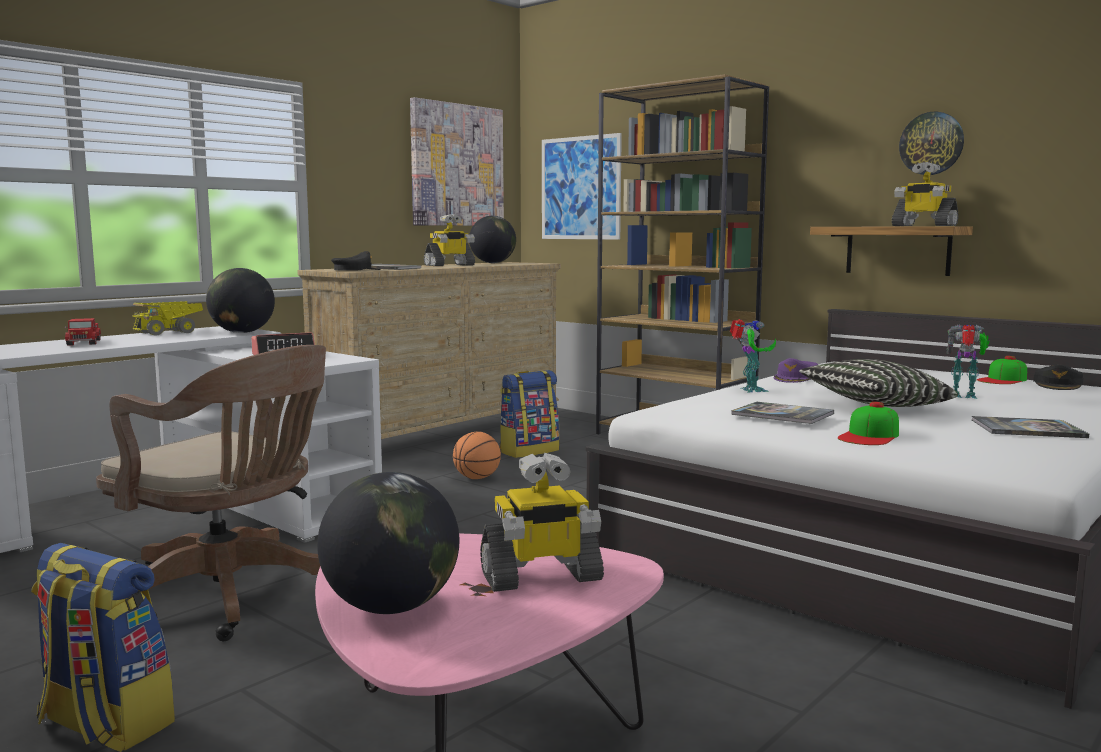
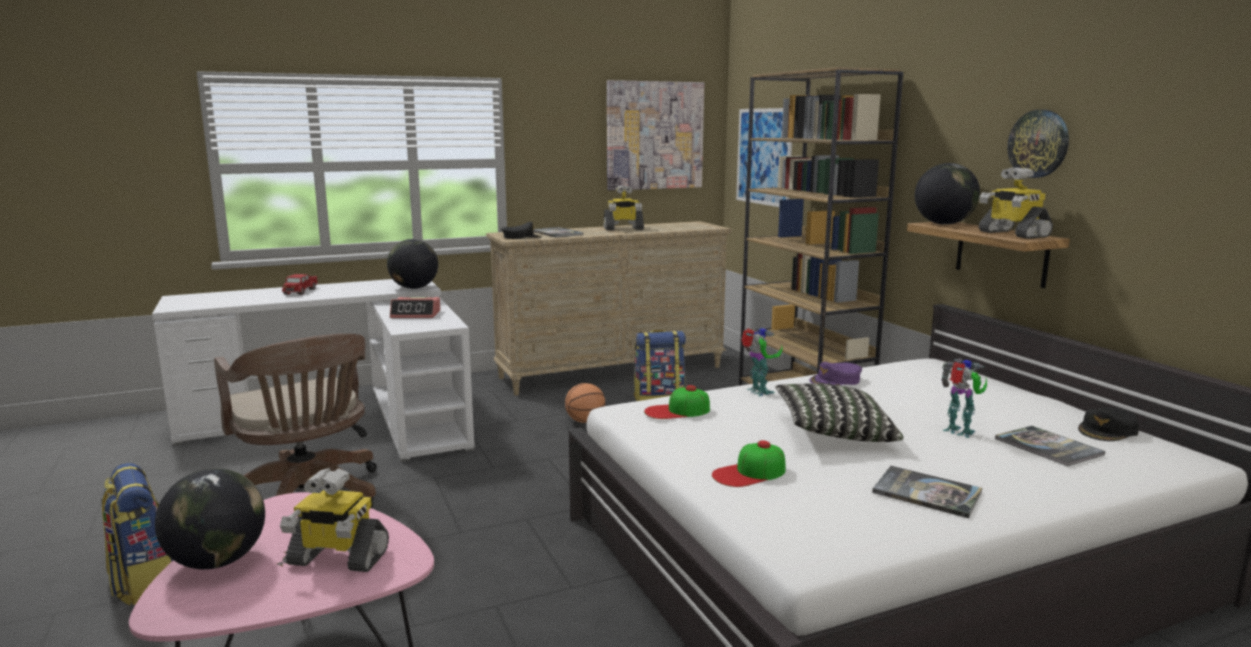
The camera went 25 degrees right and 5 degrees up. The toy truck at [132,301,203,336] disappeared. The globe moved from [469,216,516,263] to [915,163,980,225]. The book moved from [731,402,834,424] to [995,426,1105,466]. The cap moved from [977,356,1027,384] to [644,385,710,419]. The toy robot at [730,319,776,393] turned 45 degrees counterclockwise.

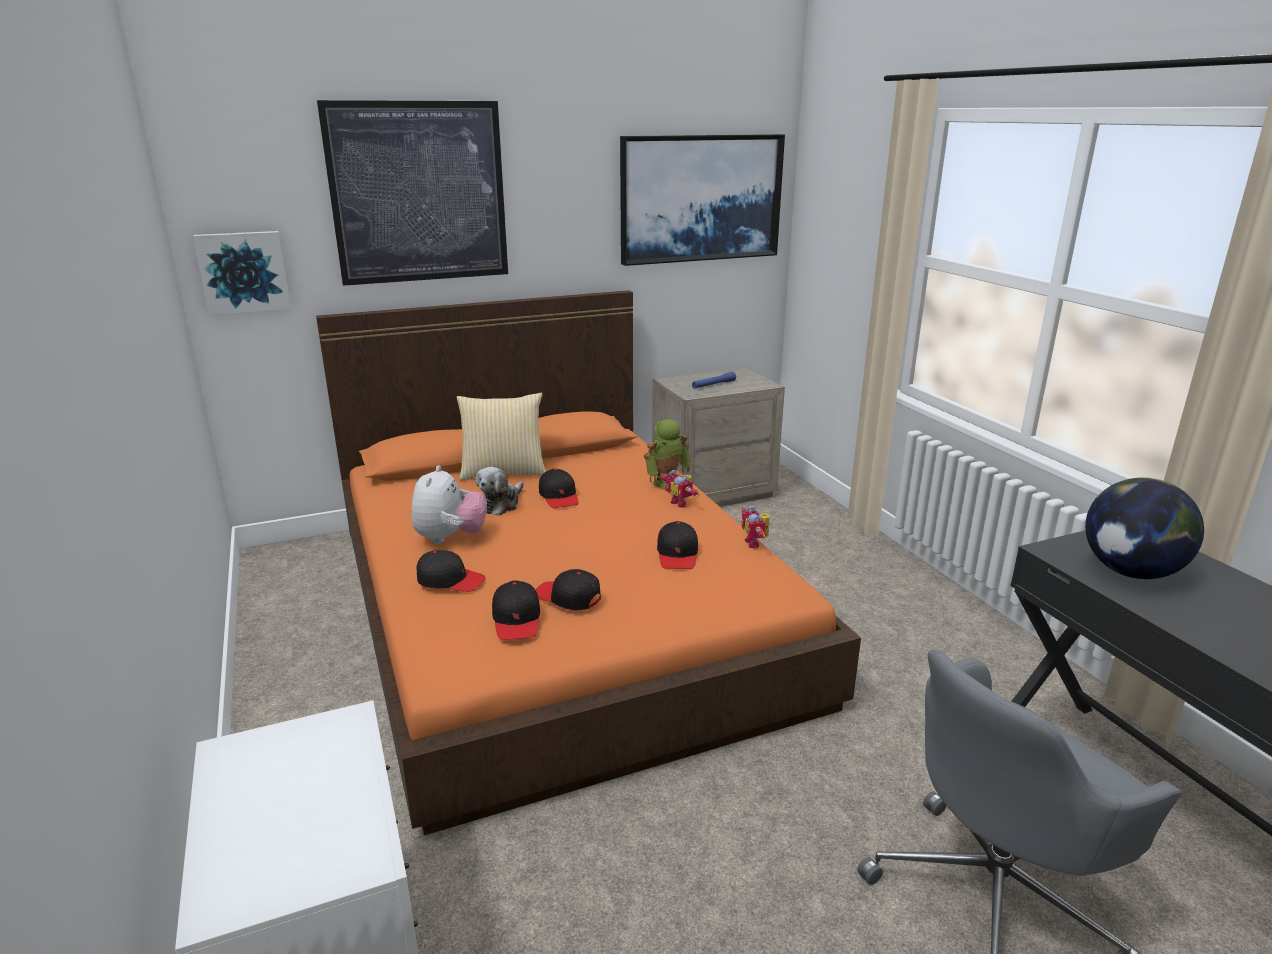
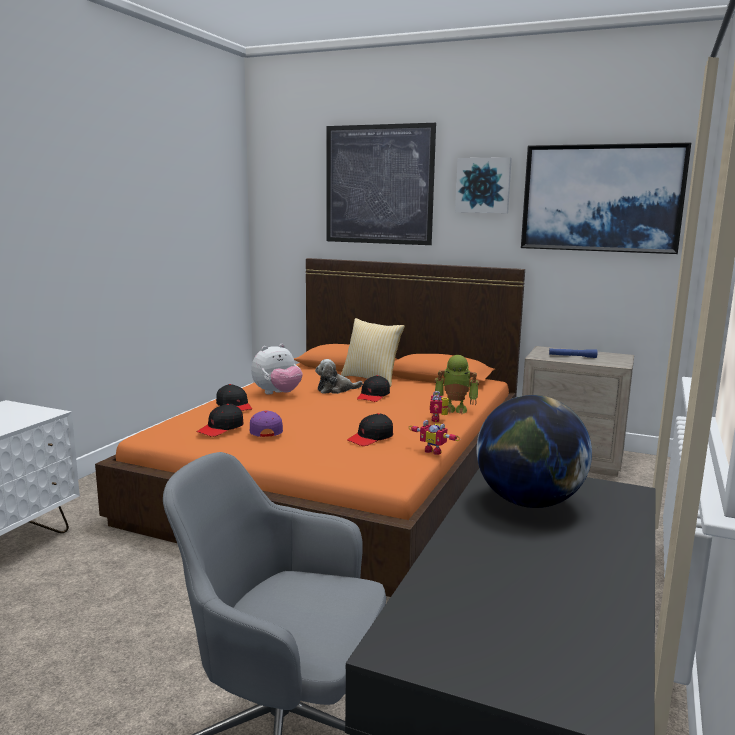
The camera went 45 degrees right and 10 degrees down. The picture moved from [193,231,291,315] to [455,157,512,213]. The black cap at [536,569,601,610] became the purple cap at [250,411,283,437]. The toy robot at [742,506,770,548] turned 90 degrees counterclockwise.

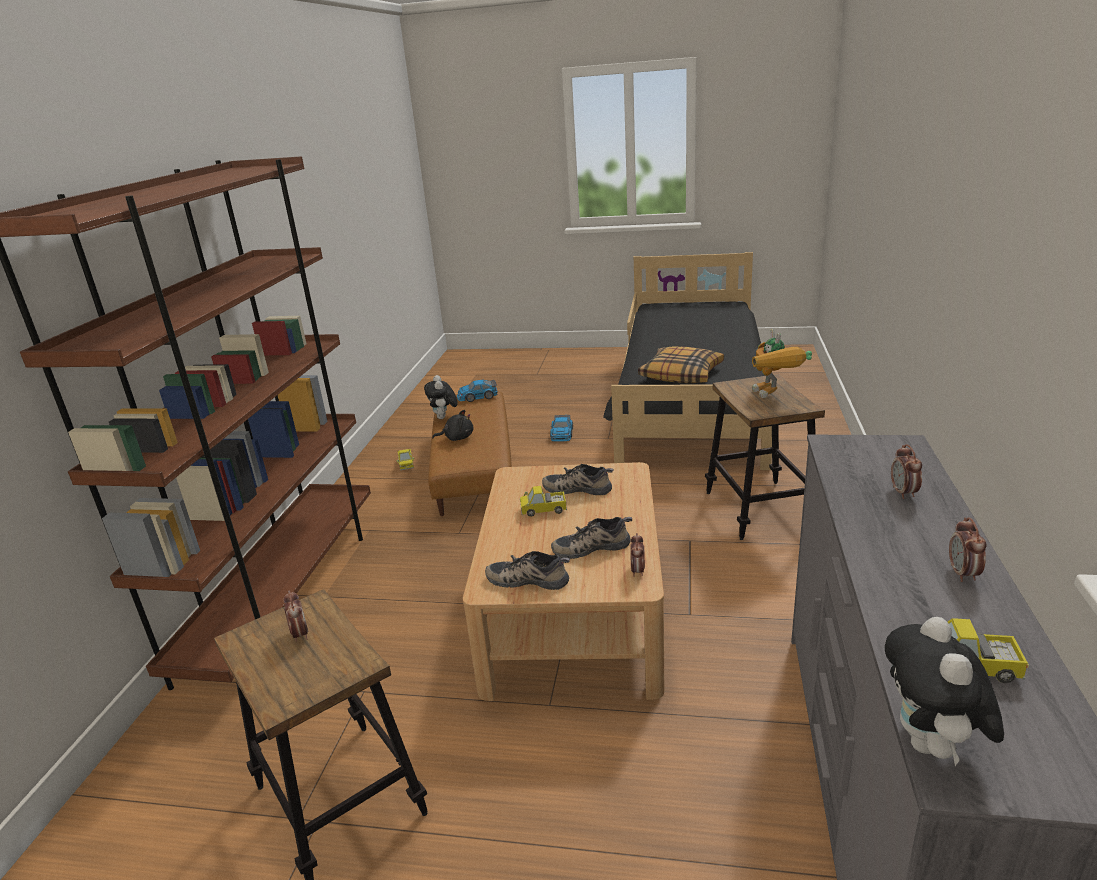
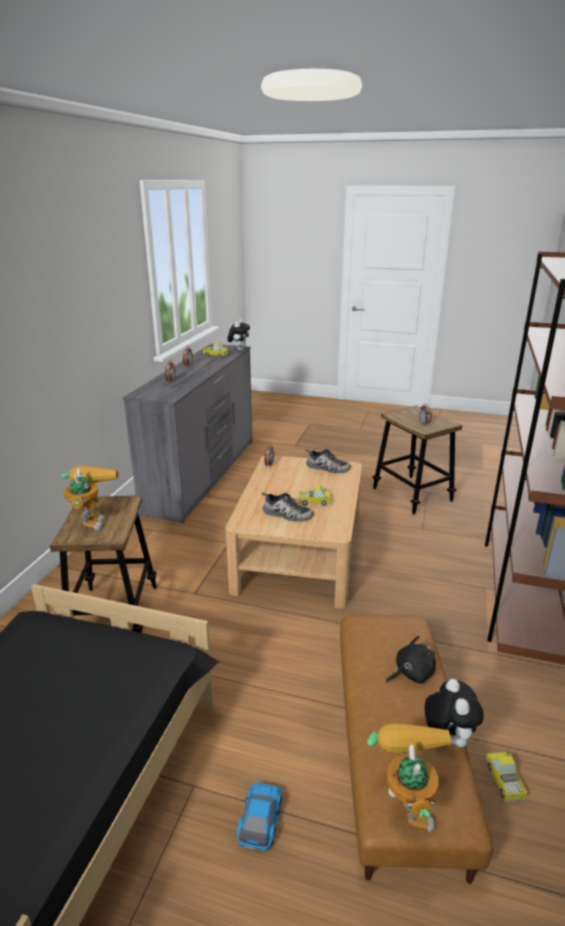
The camera went 175 degrees left and 0 degrees up. The shoe at [551,517,632,559] disappeared. The pillow at [638,346,724,383] disappeared. The toy car at [457,380,497,402] was replaced by the toy robot at [367,723,451,832]. The black plush toy at [432,410,473,441] turned 150 degrees clockwise.

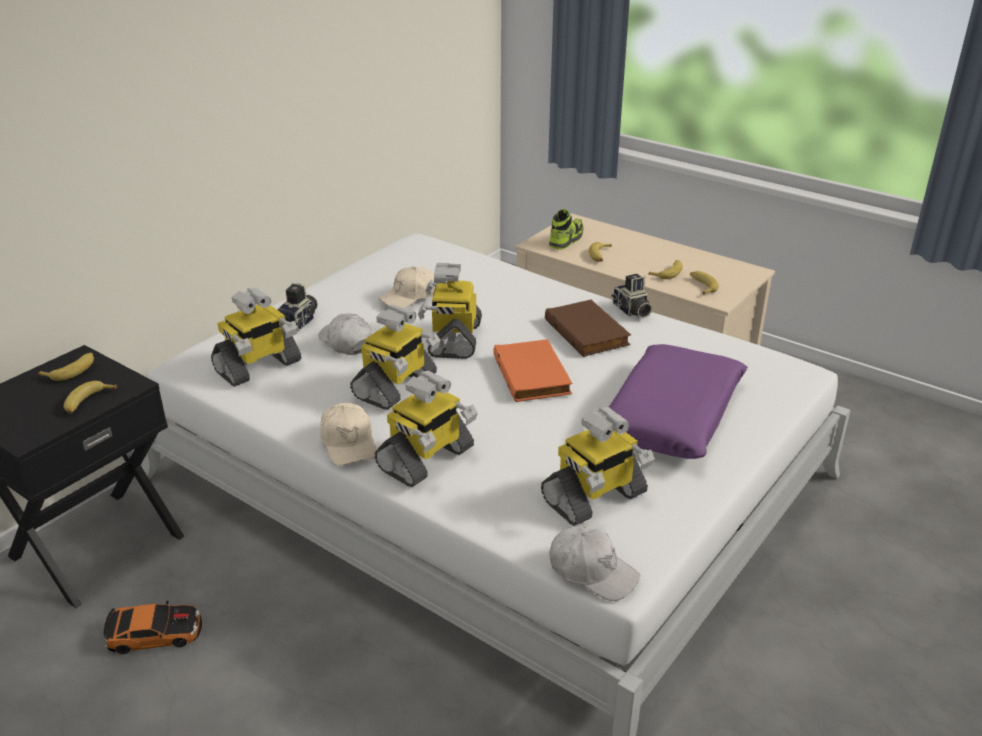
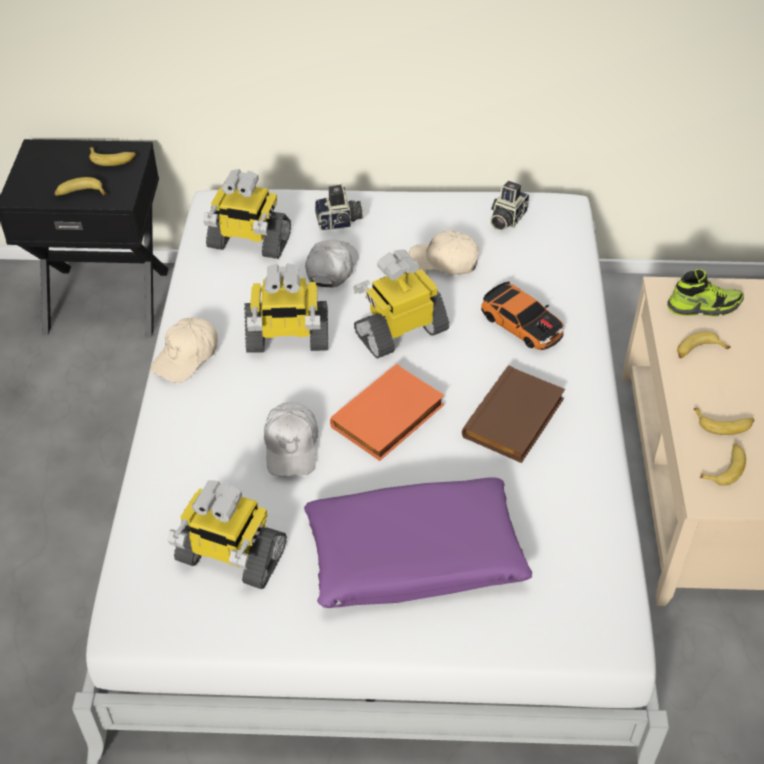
The camera went 55 degrees right and 15 degrees up. The toy robot at [375,371,478,487] disappeared. The toy car moved from [104,600,202,654] to [481,282,564,350]. The white cap moved from [549,526,640,601] to [264,402,318,476]. The photo camera moved from [611,274,652,318] to [490,181,529,231].

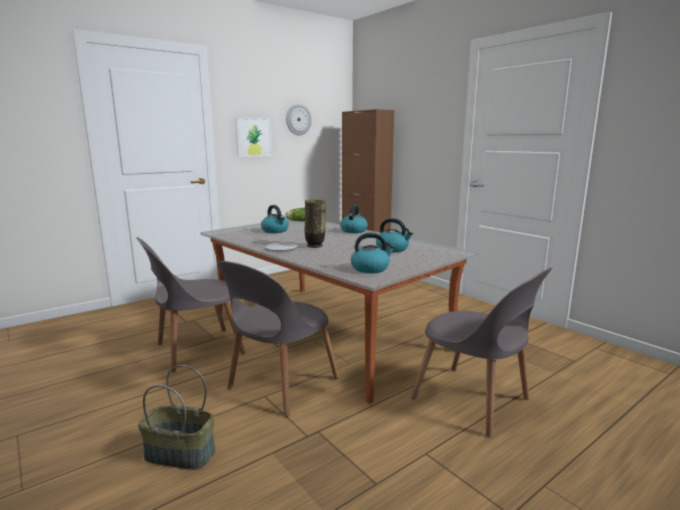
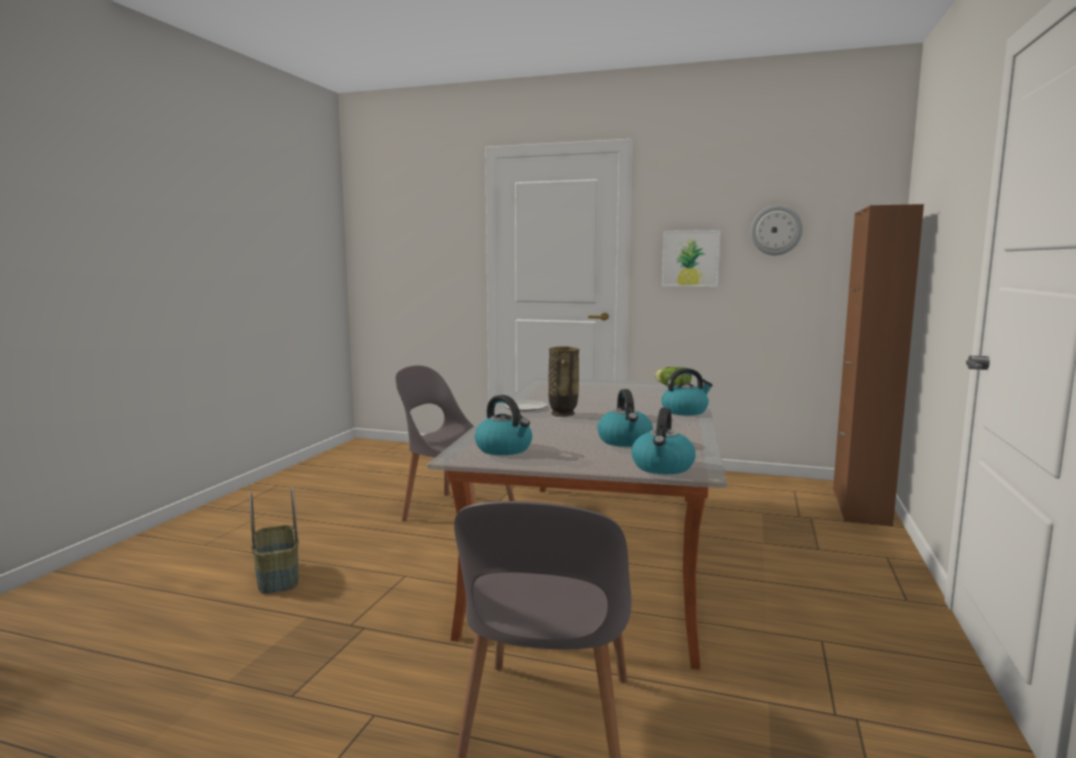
The camera went 55 degrees right and 5 degrees down. The grey chair at [218,261,339,417] disappeared. The kettle moved from [261,205,289,233] to [631,407,696,474].

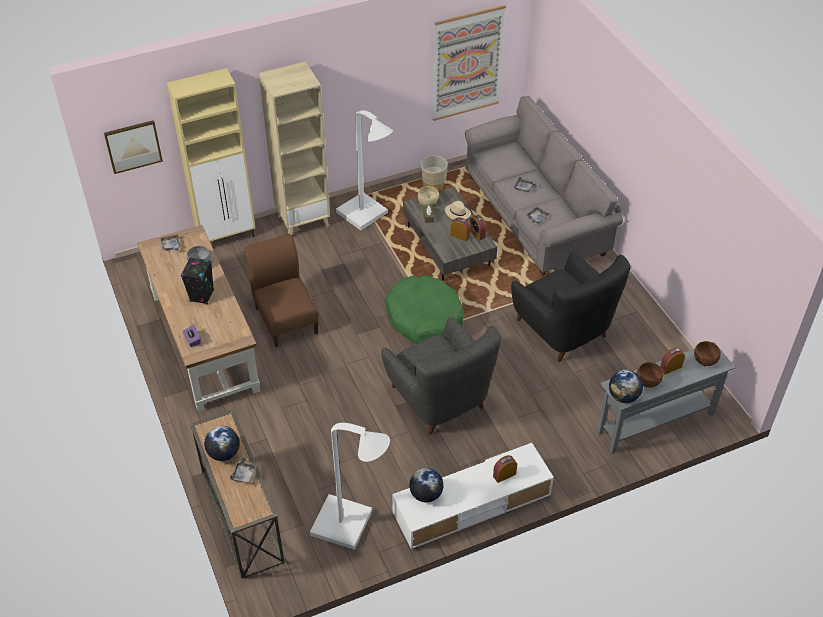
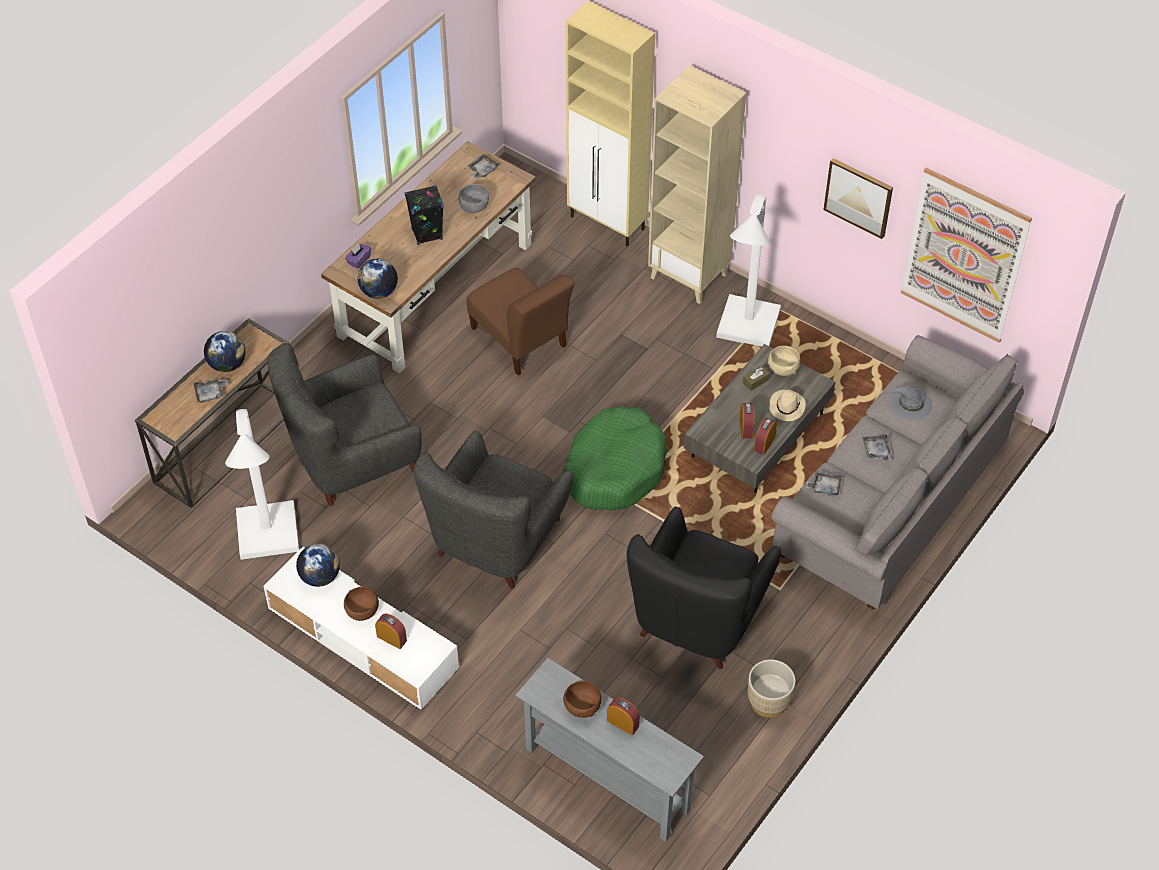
The camera went 60 degrees right and 5 degrees up. The grey armchair at [268,343,422,506] appeared. The grey hat at [883,386,932,420] appeared. The picture moved from [104,120,163,174] to [823,158,893,239]. The beige planter moved from [420,155,447,190] to [748,659,796,718]. The globe moved from [609,370,643,403] to [358,259,398,299]. The brown bowl moved from [694,341,721,367] to [344,587,379,621]. The brown chair at [244,234,319,347] turned 105 degrees clockwise.

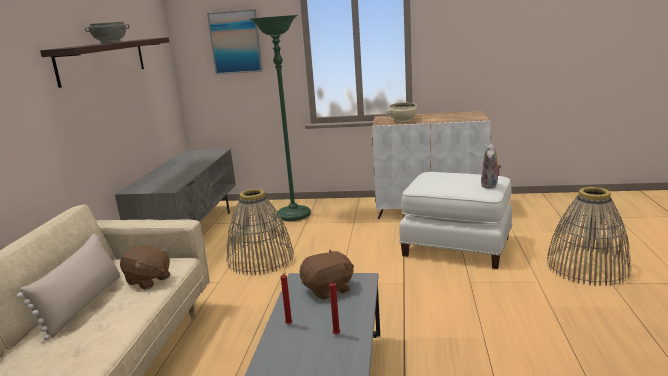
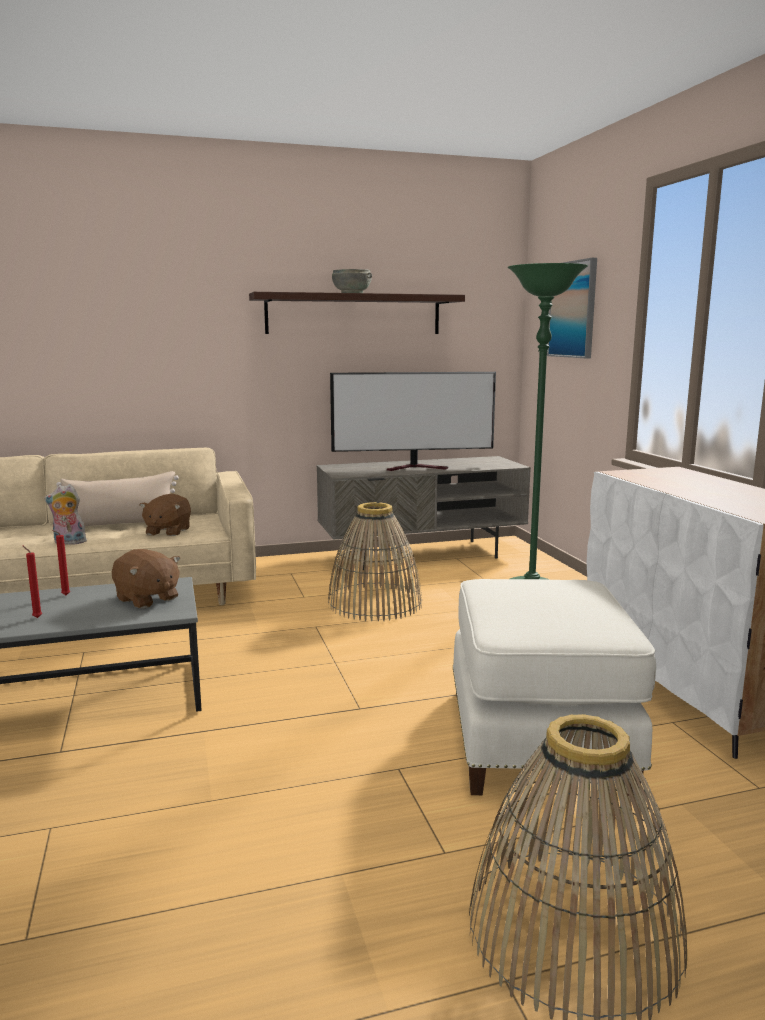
The camera went 65 degrees right and 5 degrees down. The beige bowl at [387,103,418,123] disappeared. The television at [330,372,496,471] appeared. The plush toy moved from [481,144,501,189] to [44,484,87,545].

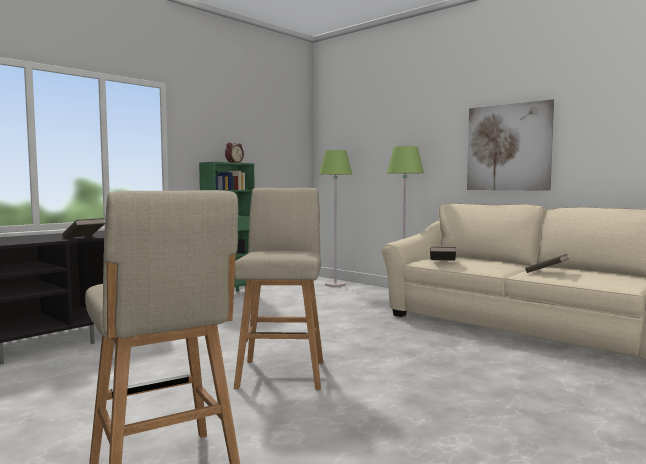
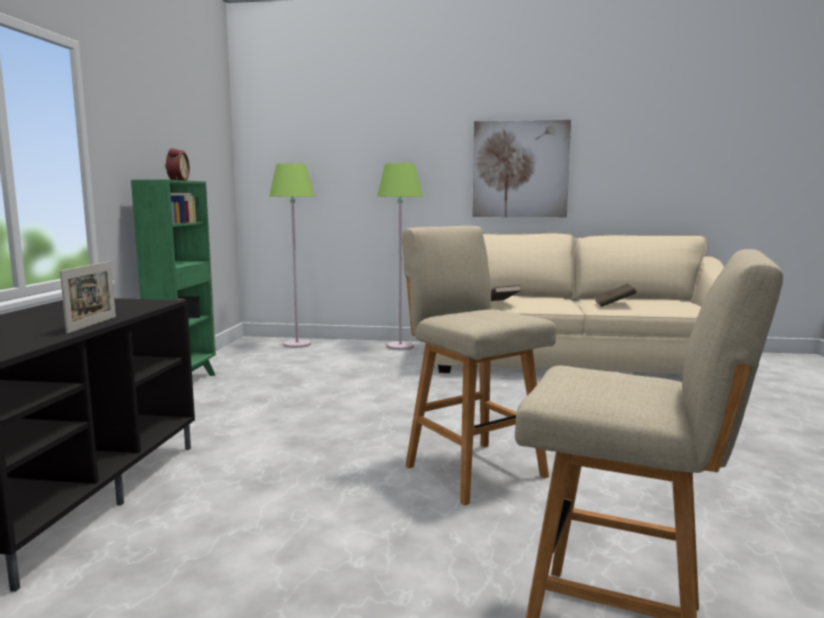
The camera went 35 degrees left and 5 degrees up. The brown book at [62,218,105,238] was replaced by the picture frame at [60,261,116,334].

